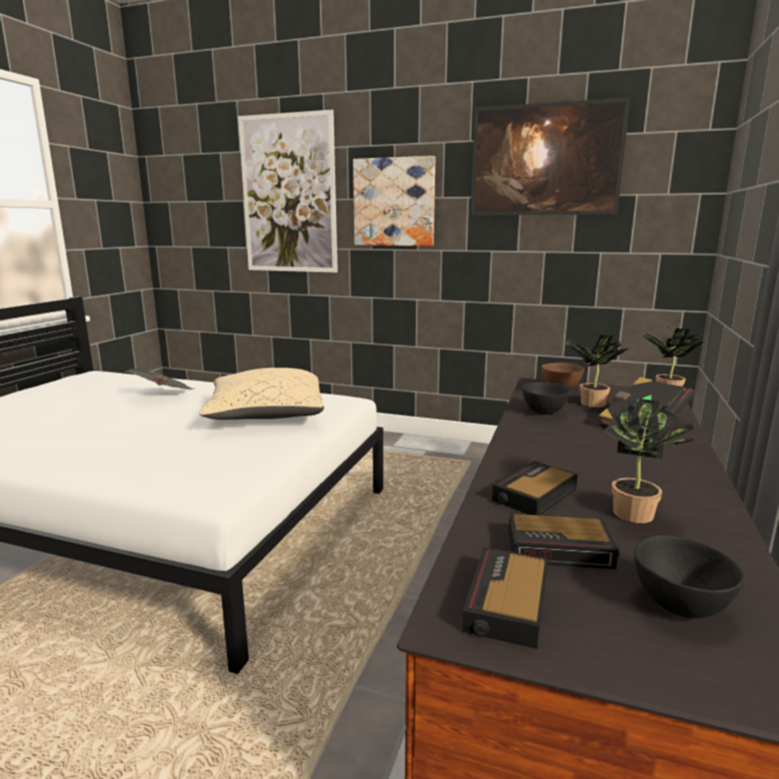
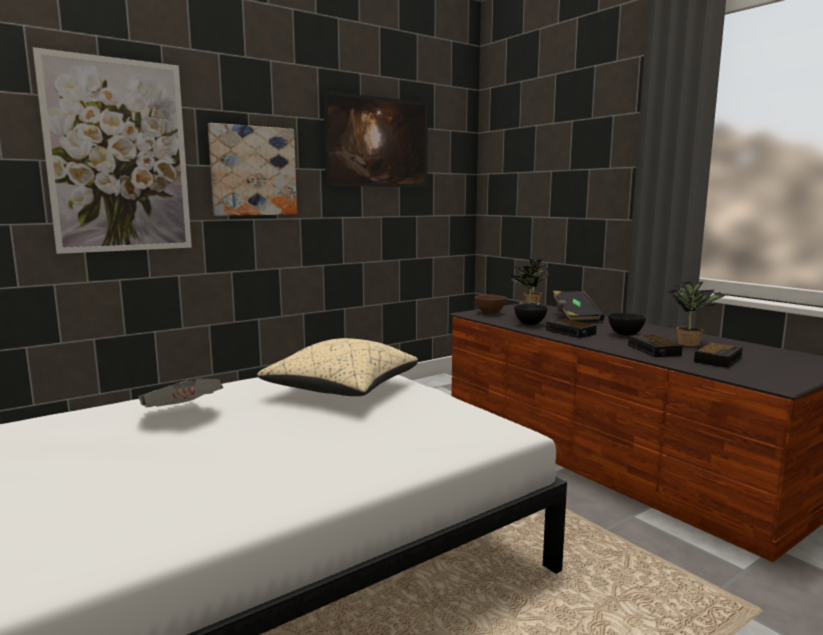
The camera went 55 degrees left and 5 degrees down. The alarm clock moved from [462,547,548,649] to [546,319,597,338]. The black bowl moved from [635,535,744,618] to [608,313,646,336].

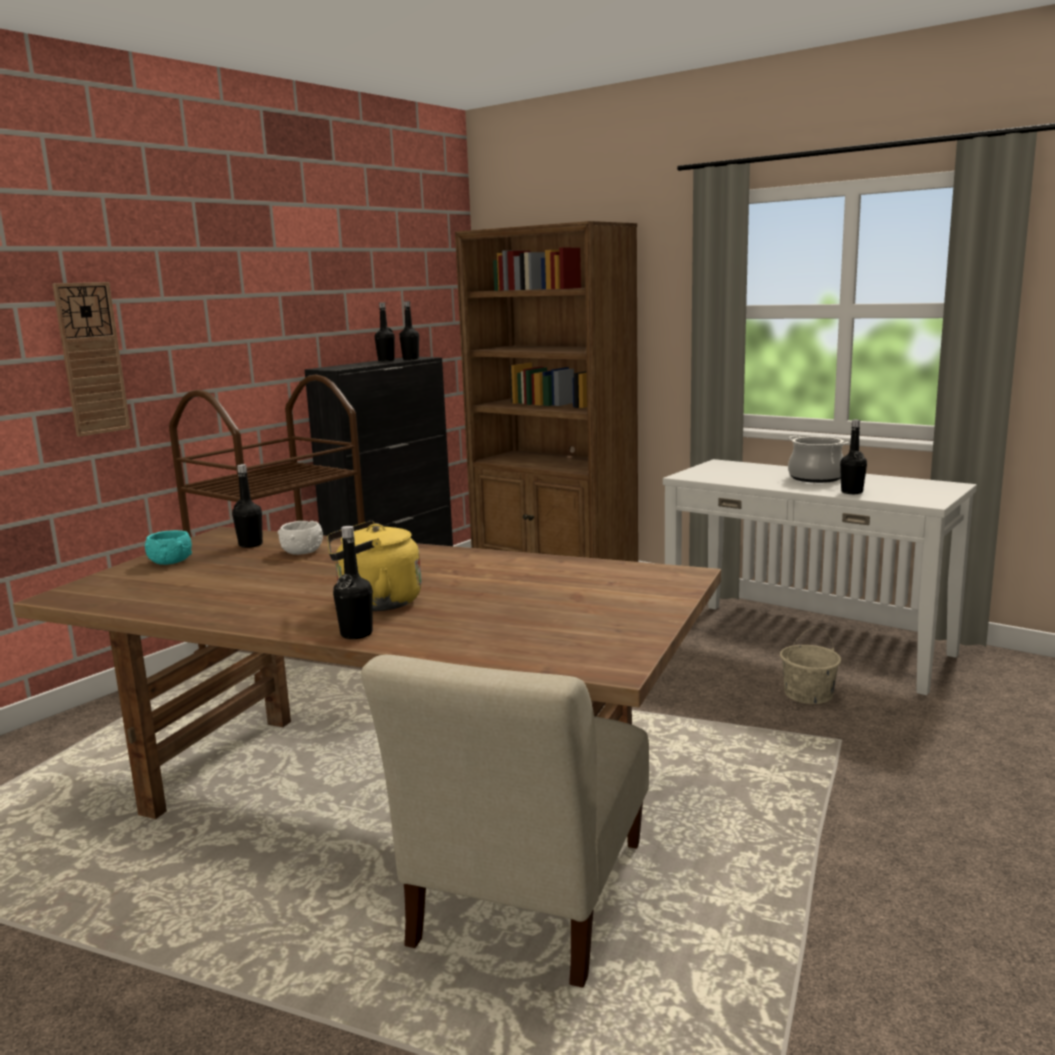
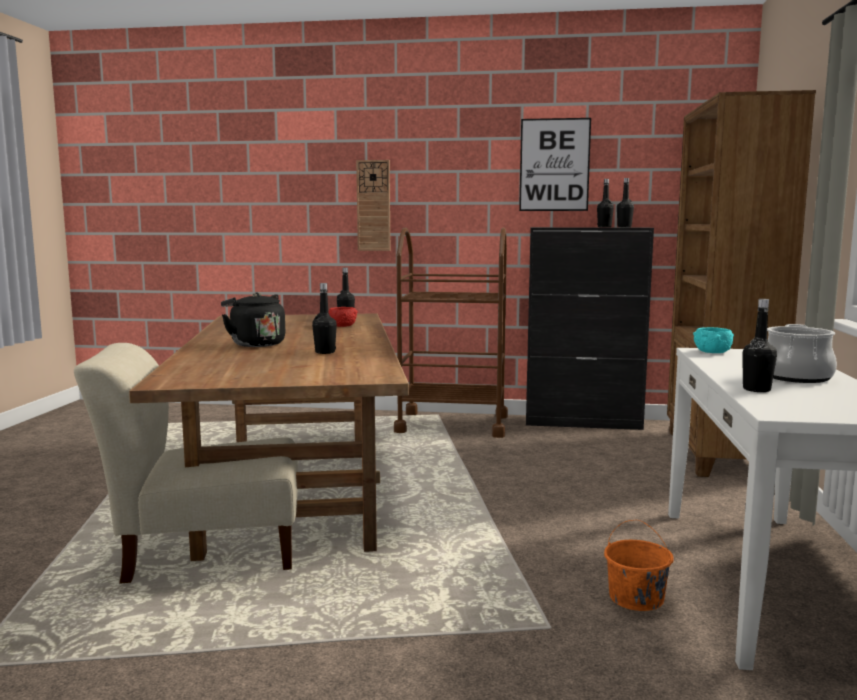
The camera went 60 degrees right and 5 degrees down. The picture at [519,118,591,211] appeared. The turquoise bowl moved from [145,530,192,565] to [693,327,734,353]. The black bottle moved from [333,526,373,639] to [312,283,337,354]. The white bowl at [278,521,323,555] became the red bowl at [329,307,358,327]. The yellow kettle at [327,520,422,611] became the black kettle at [221,292,285,347]. The beige bucket at [780,627,841,704] became the orange bucket at [604,520,674,611].

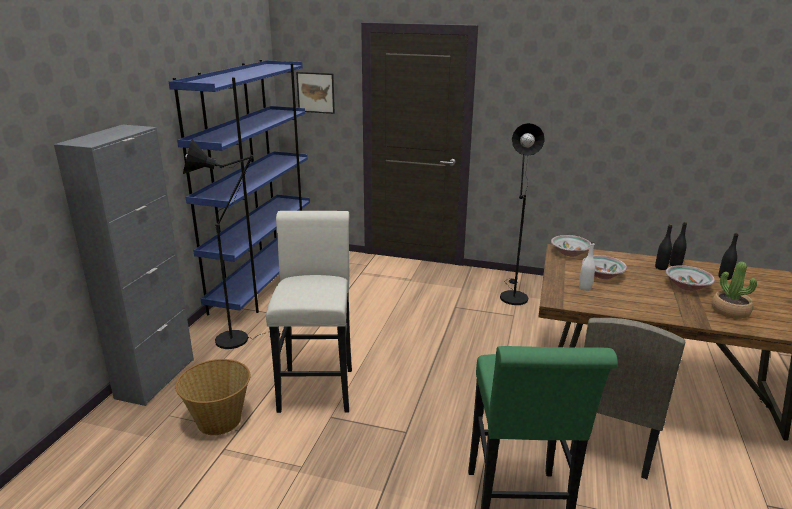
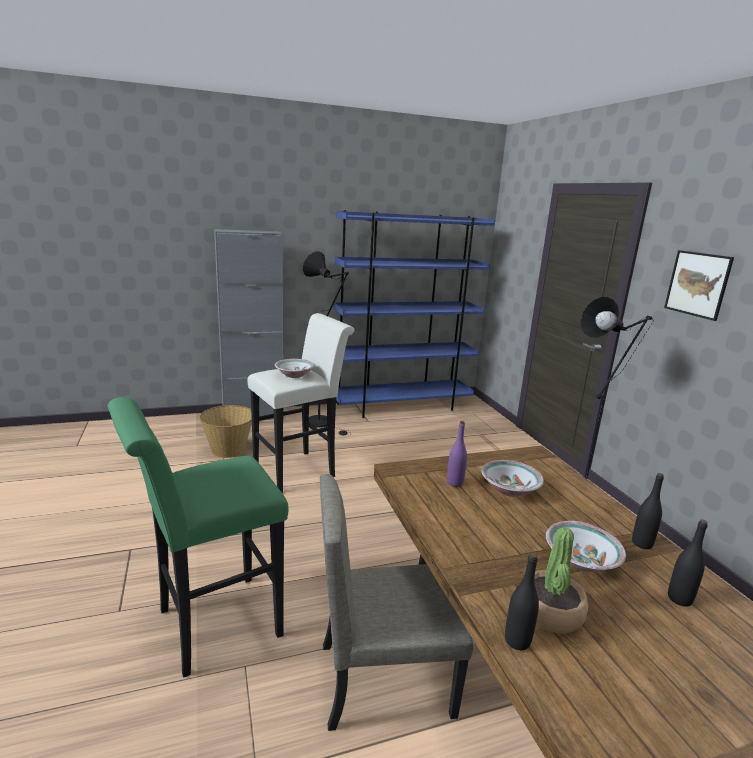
The camera went 55 degrees right and 5 degrees down. The picture moved from [296,72,335,114] to [664,250,734,321]. The bowl moved from [551,235,590,256] to [275,359,315,378]. The black bottle moved from [655,224,672,270] to [505,553,539,650]. The white bottle at [579,241,595,291] became the purple bottle at [447,421,467,487].

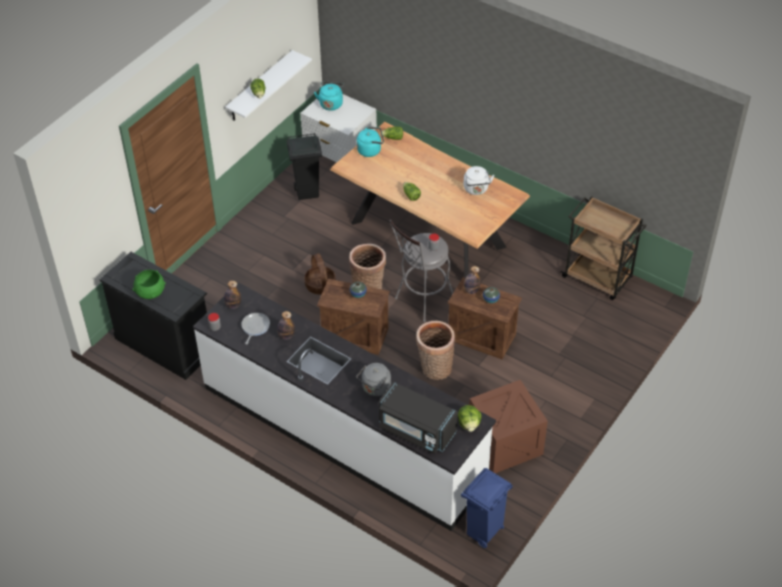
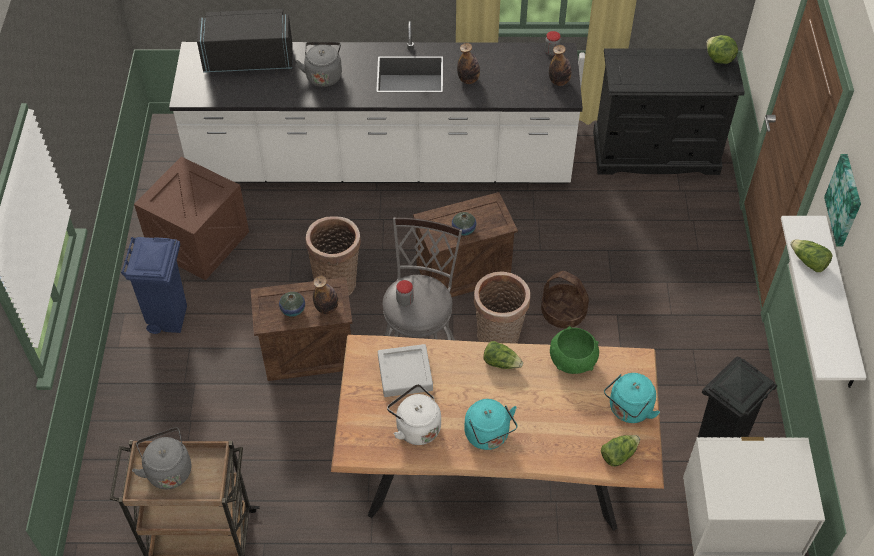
The camera went 145 degrees right and 5 degrees up. The frying pan at [241,313,270,345] disappeared. The grey kettle at [132,428,191,489] appeared. The grey tray at [378,344,433,397] appeared. The picture at [824,154,861,247] appeared. The green bowl moved from [133,270,166,299] to [550,326,599,374]. The turquoise kettle moved from [314,82,344,111] to [464,399,517,450]. The lettuce moved from [458,405,482,432] to [707,35,738,64]. The blue trash can moved from [461,468,513,548] to [121,237,187,334].

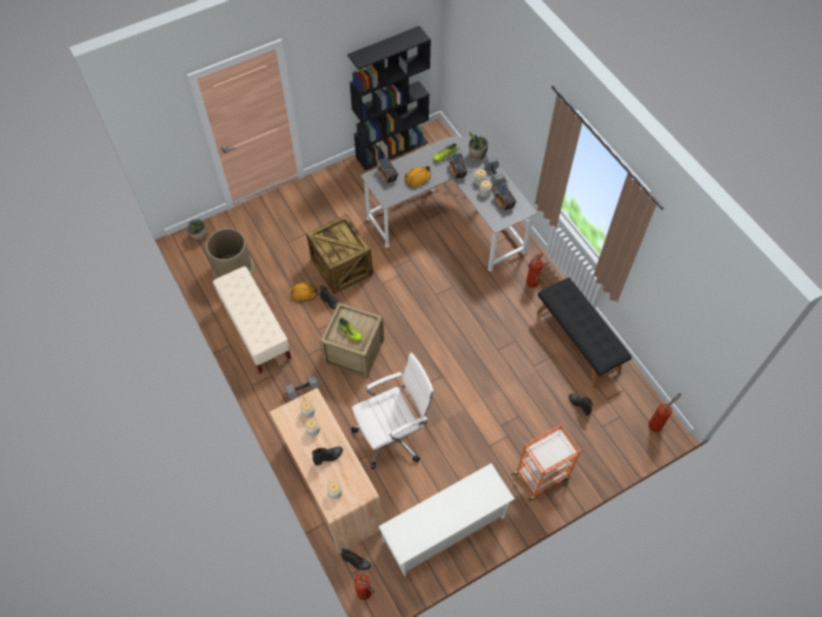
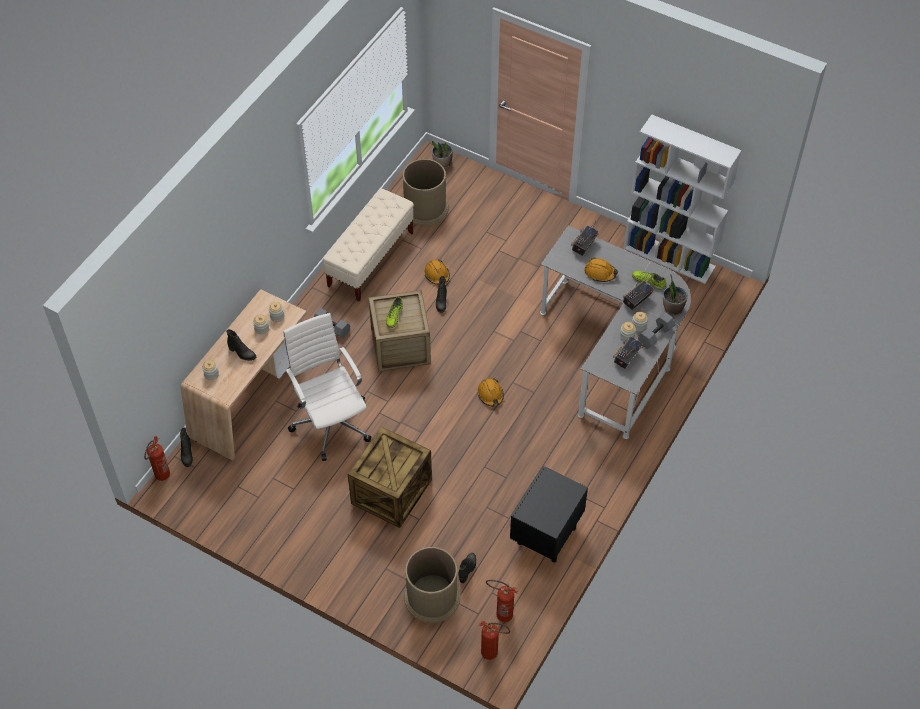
The camera went 60 degrees right and 5 degrees down. The white shoe rack at [378,463,515,576] disappeared. The orange cart at [511,424,581,501] disappeared. The brown trash can at [404,547,461,623] appeared. The orange hard hat at [477,378,504,406] appeared. The crate moved from [306,214,373,294] to [348,427,432,528]. The fire extinguisher moved from [526,252,544,288] to [486,580,518,622]. The black bench at [537,277,632,388] was replaced by the black nightstand at [510,466,588,562]. The black bookcase at [347,26,431,170] became the white bookcase at [623,115,742,284]. The white office chair at [351,353,434,469] turned 150 degrees counterclockwise.

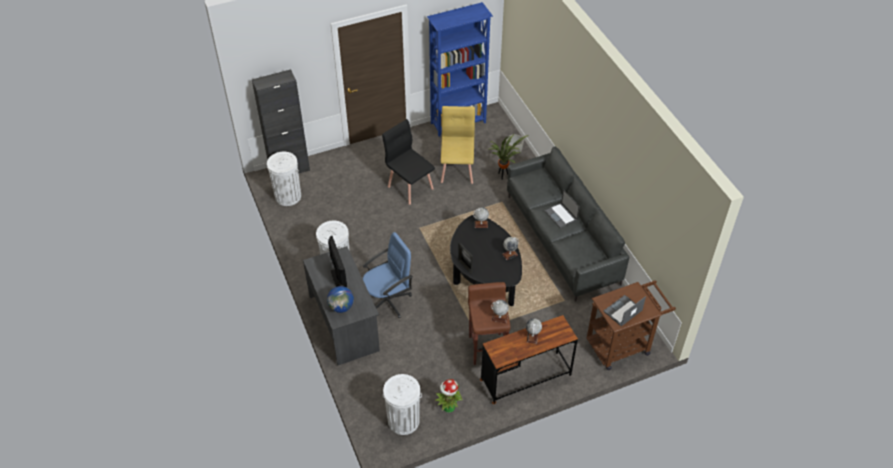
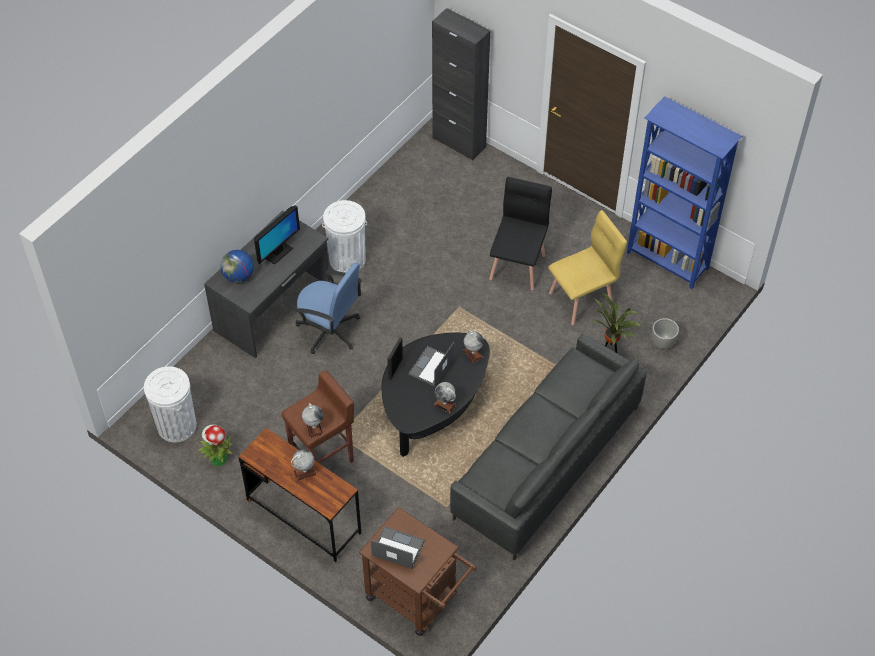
The camera went 60 degrees right and 5 degrees up. The white trash can at [267,152,301,206] disappeared. The laptop moved from [544,189,580,228] to [408,342,454,387].

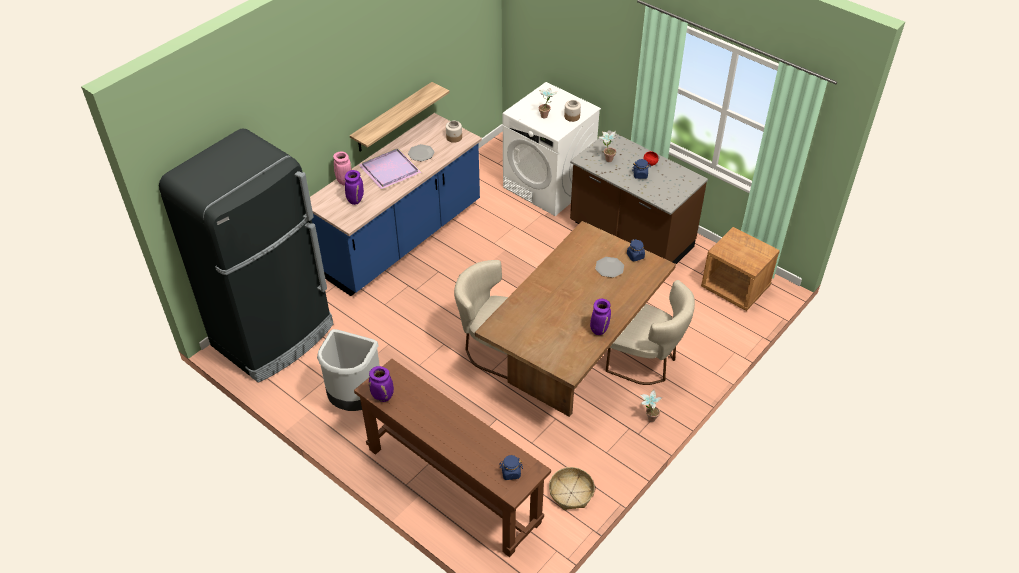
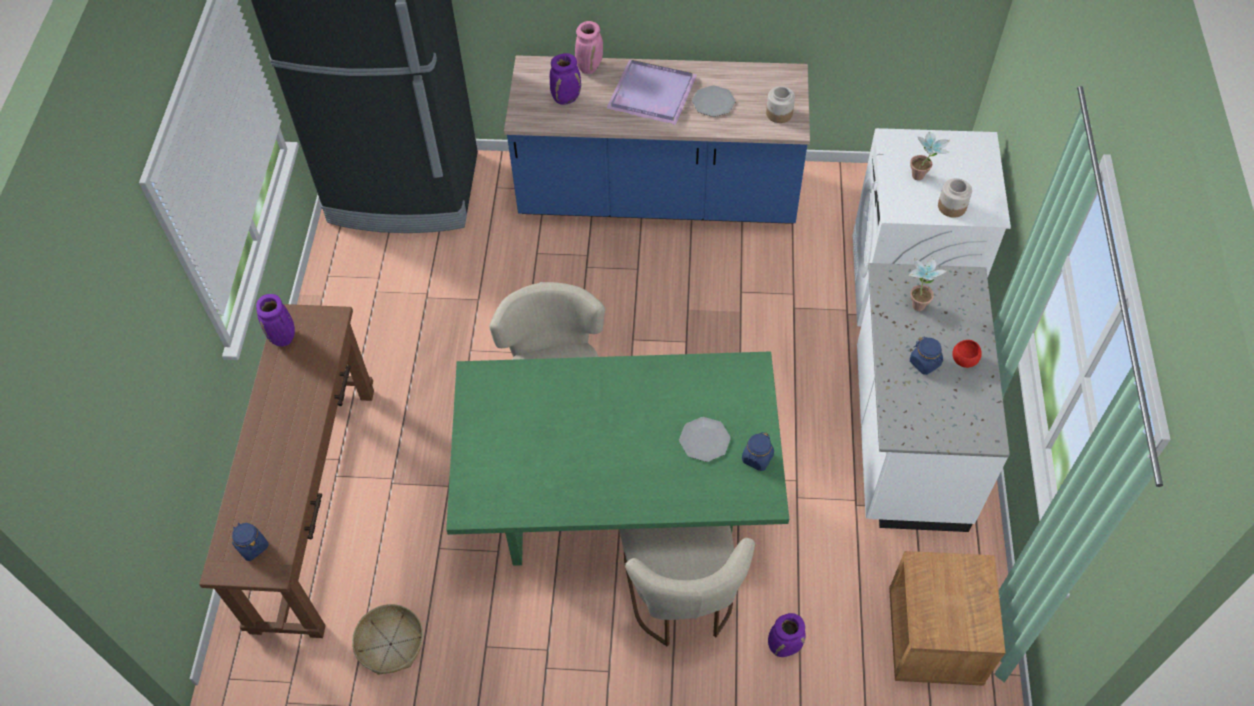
The camera went 55 degrees right and 10 degrees up. The grey trash can at [317,329,380,411] disappeared. The shelf at [350,82,450,151] disappeared. The potted plant at [640,390,662,422] disappeared. The purple vase moved from [590,299,611,335] to [768,613,806,657]. The brown dining table at [475,221,676,417] became the green dining table at [446,351,789,566]. The brown counter at [570,130,708,264] became the white counter at [857,263,1010,532].

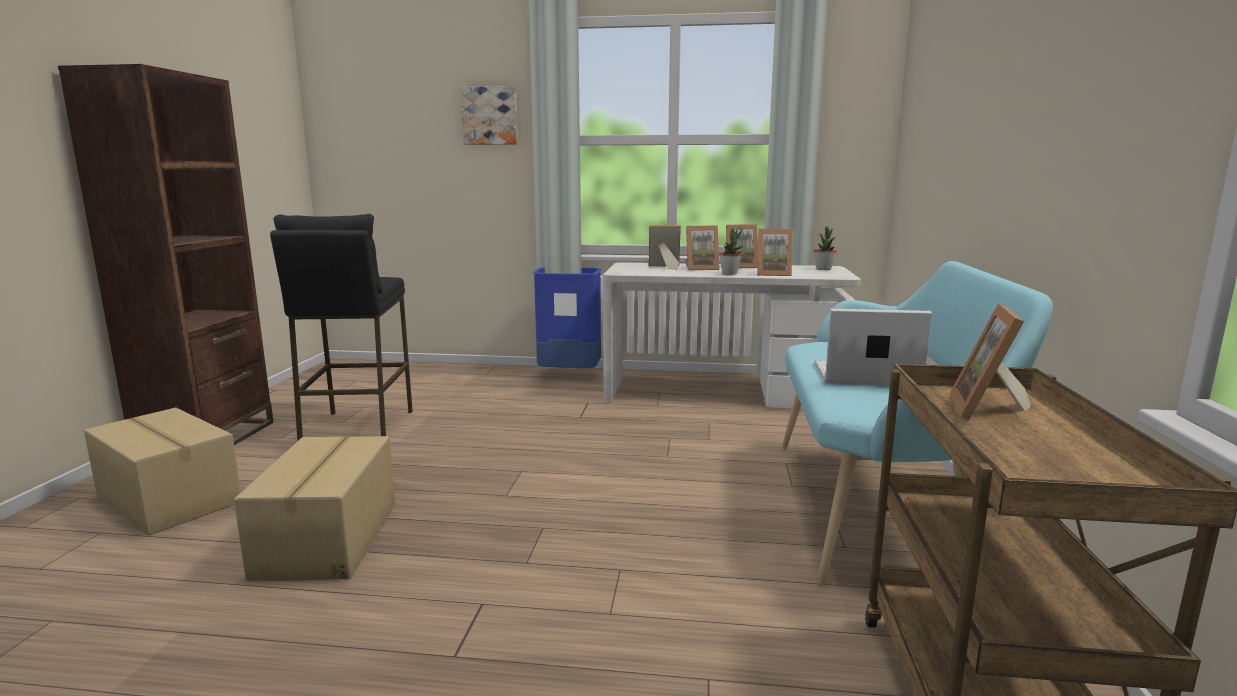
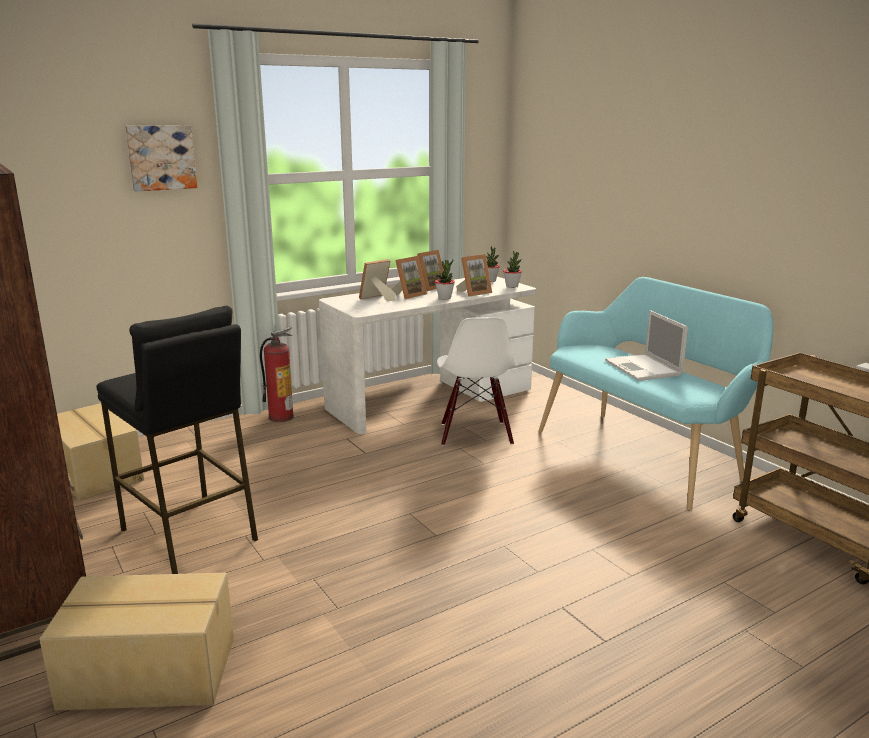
The camera went 40 degrees left and 5 degrees up. The picture frame at [949,304,1031,420] disappeared. The white chair at [437,317,516,446] appeared. The potted plant at [503,251,522,288] appeared. The cardboard box moved from [234,436,395,581] to [57,403,144,501]. The blue trash can at [532,268,602,368] was replaced by the fire extinguisher at [260,327,294,422]. The laptop at [815,309,932,385] turned 75 degrees counterclockwise.

